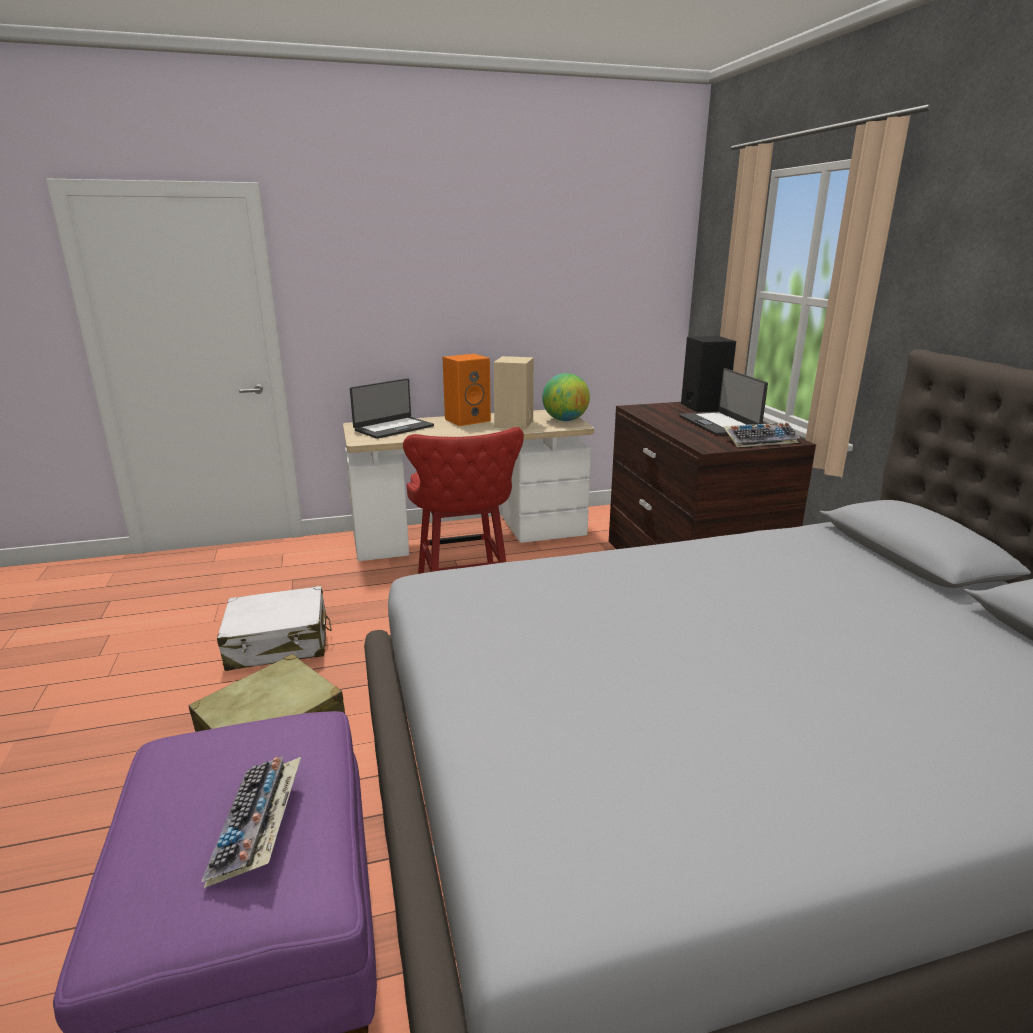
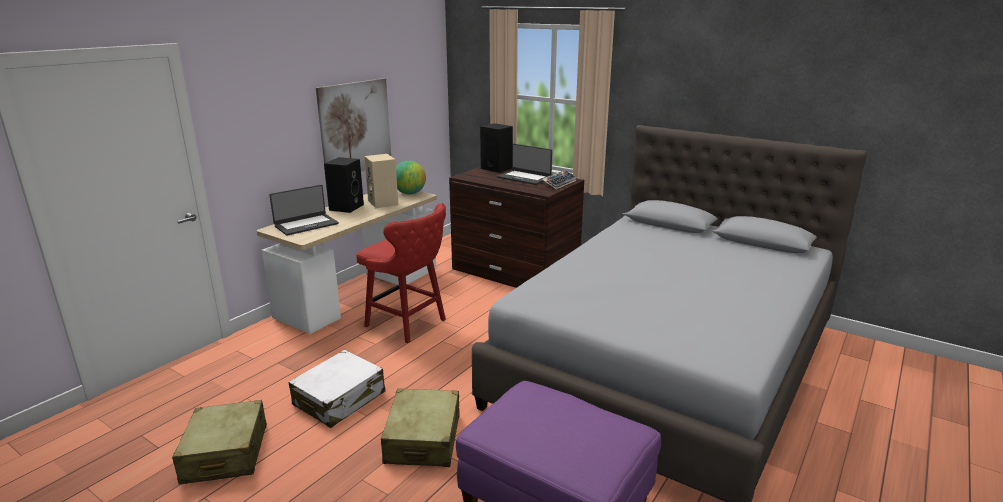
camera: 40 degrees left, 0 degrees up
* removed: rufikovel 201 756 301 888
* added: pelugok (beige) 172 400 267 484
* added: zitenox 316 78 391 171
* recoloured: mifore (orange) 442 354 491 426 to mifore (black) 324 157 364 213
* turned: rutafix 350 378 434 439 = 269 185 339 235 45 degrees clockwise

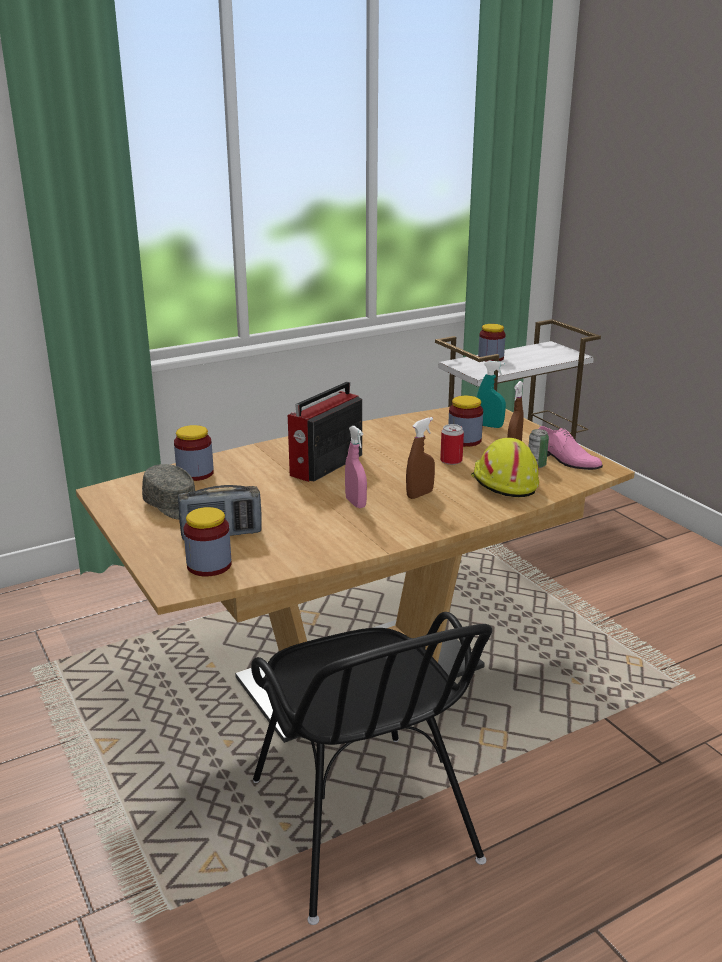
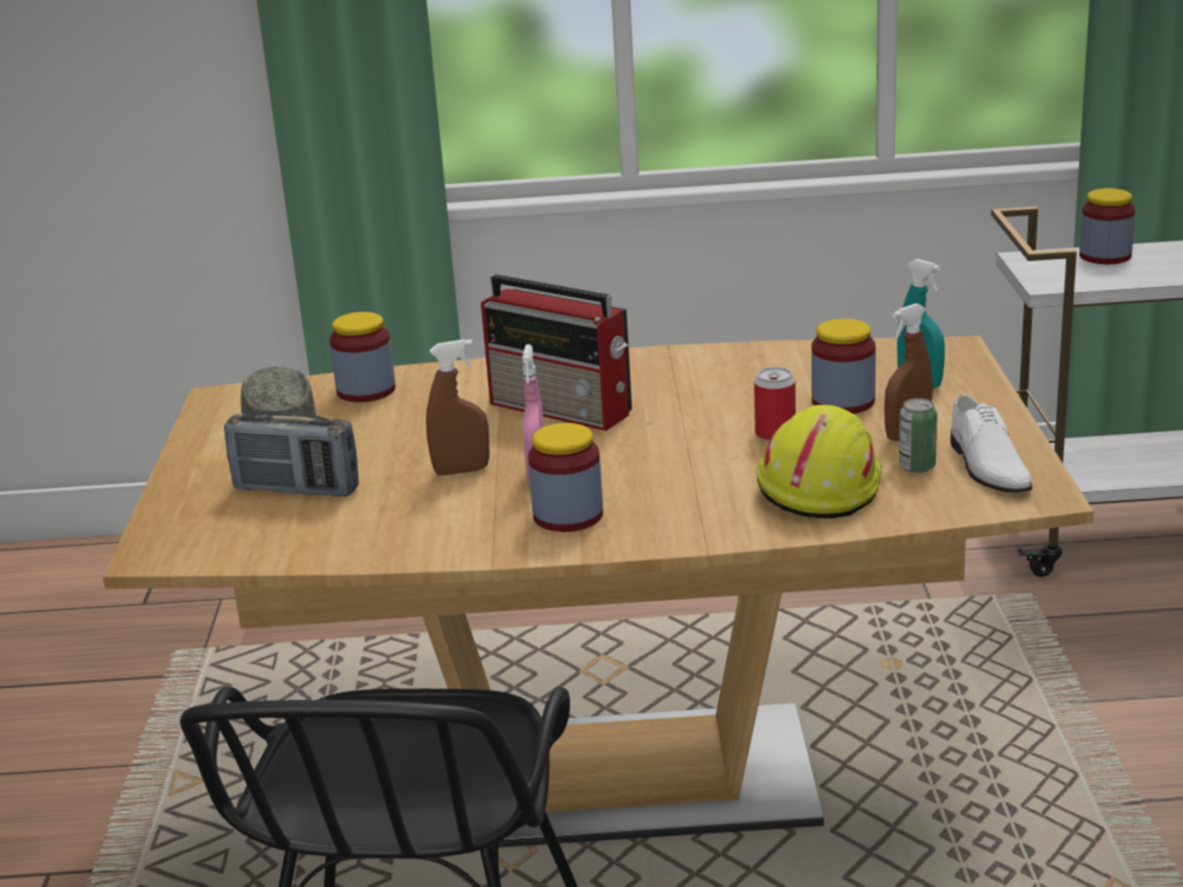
camera: 30 degrees right, 0 degrees up
* moved: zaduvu 184 507 232 577 to 528 423 603 532
* moved: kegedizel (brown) 406 417 435 499 to 426 339 489 475
* recoloured: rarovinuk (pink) 538 426 603 470 to rarovinuk (white) 950 395 1032 493
* turned: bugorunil 288 382 362 482 = 481 275 632 431 120 degrees counterclockwise

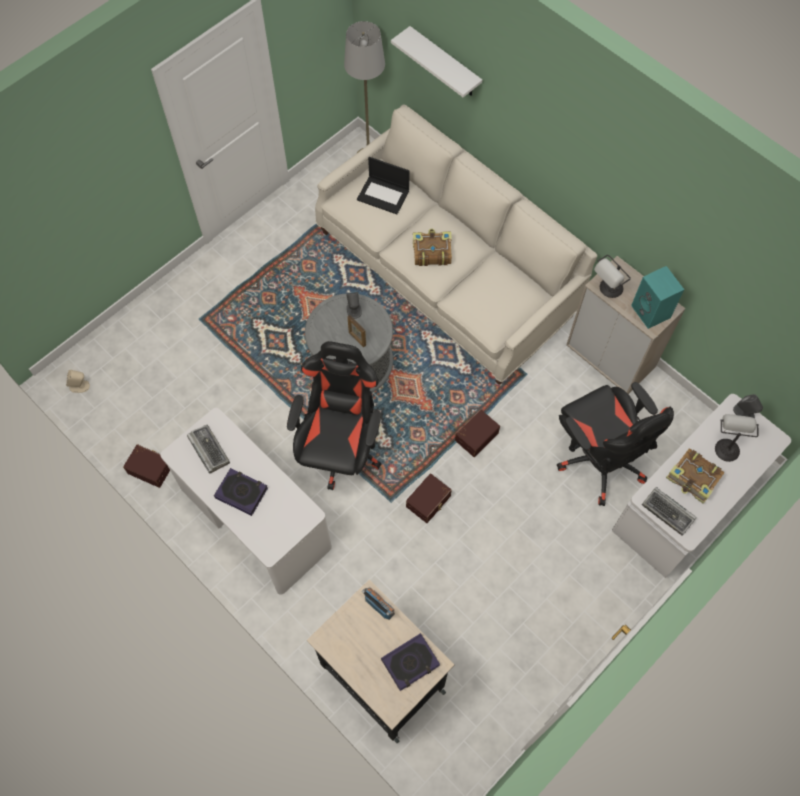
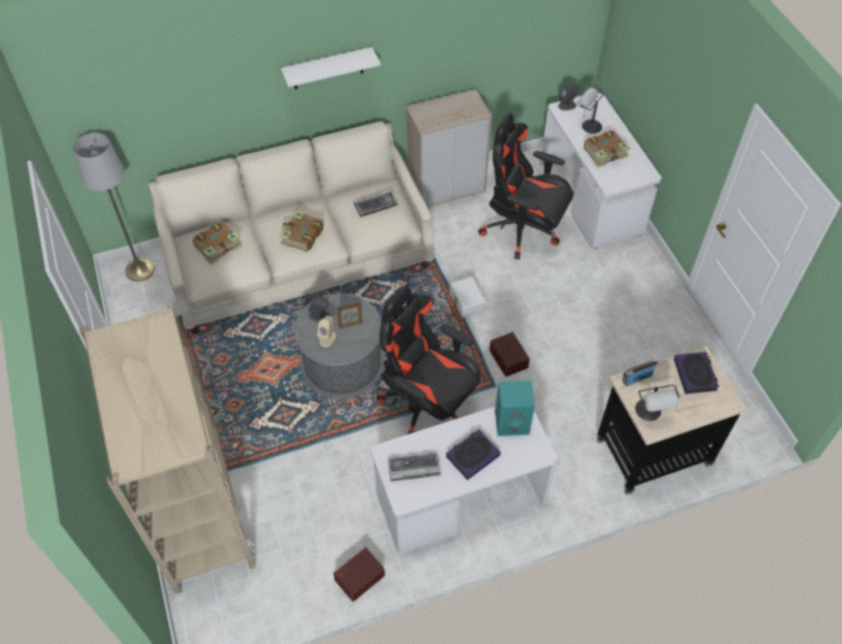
camera: 65 degrees left, 10 degrees down
* added: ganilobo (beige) 79 301 256 594
* moved: mifore (beige) 66 370 90 393 to 317 316 336 347
* moved: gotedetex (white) 391 26 482 97 to 281 47 380 89
* moved: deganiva 594 255 631 298 to 635 385 680 421
* moved: mifore (turquoise) 631 266 684 329 to 495 380 535 436
* moved: rufikovel 642 487 697 536 to 353 190 398 217
* replaced: rutafix 357 157 410 214 to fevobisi 192 222 242 264
* recoloured: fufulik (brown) 455 409 500 457 to fufulik (white) 450 277 486 318
* turned: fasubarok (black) 557 382 674 506 = 478 112 574 260 150 degrees counterclockwise

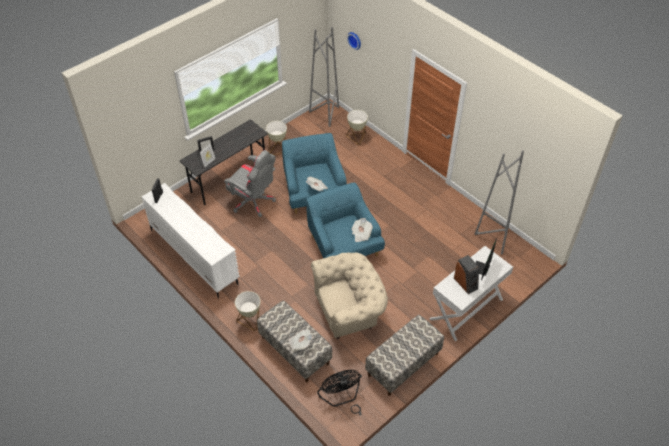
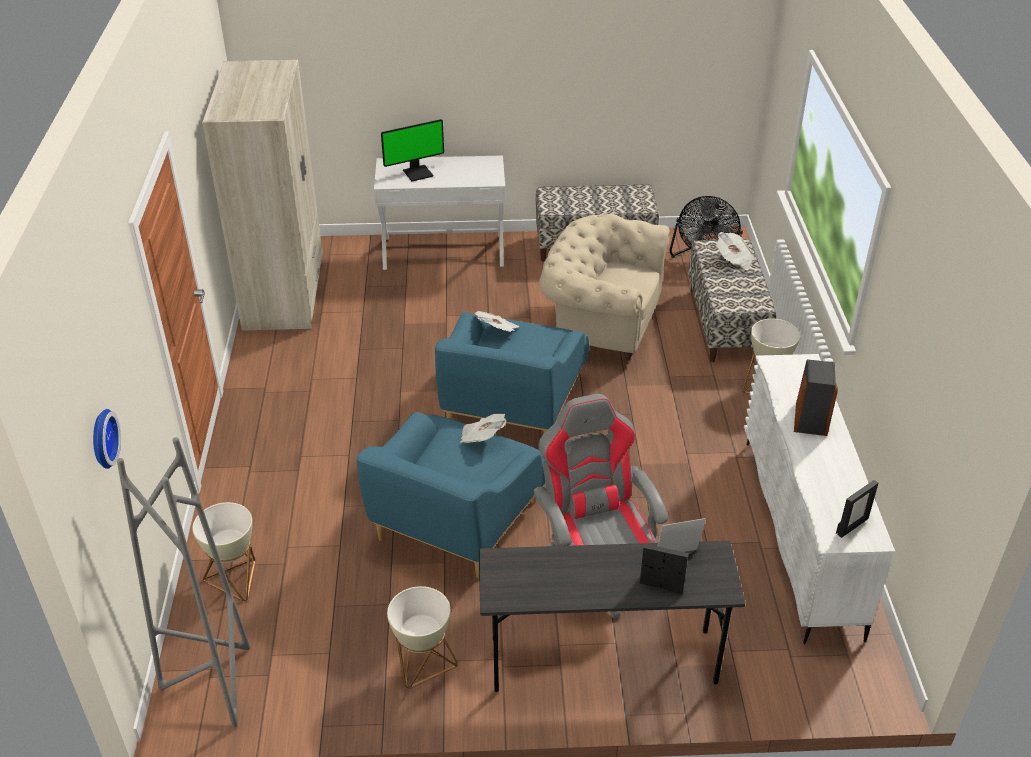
camera: 140 degrees left, 10 degrees down
* moved: mifore 454 255 479 294 to 794 359 838 436
* replaced: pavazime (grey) 475 150 524 255 to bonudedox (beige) 202 60 323 331

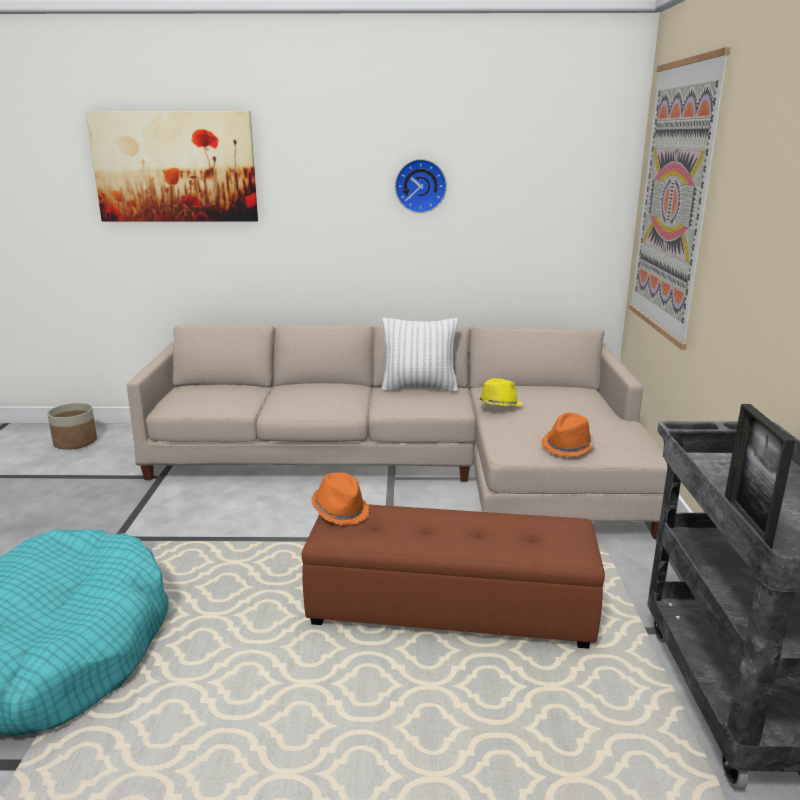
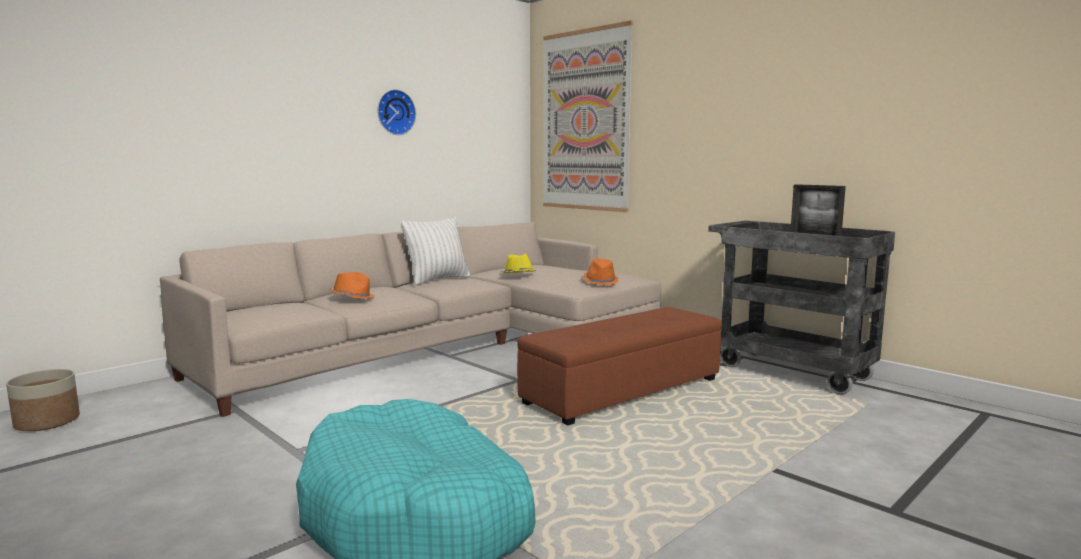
camera: 45 degrees left, 10 degrees down
* removed: zitenox 86 111 258 222
* moved: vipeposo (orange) 311 472 369 525 to 329 272 375 299

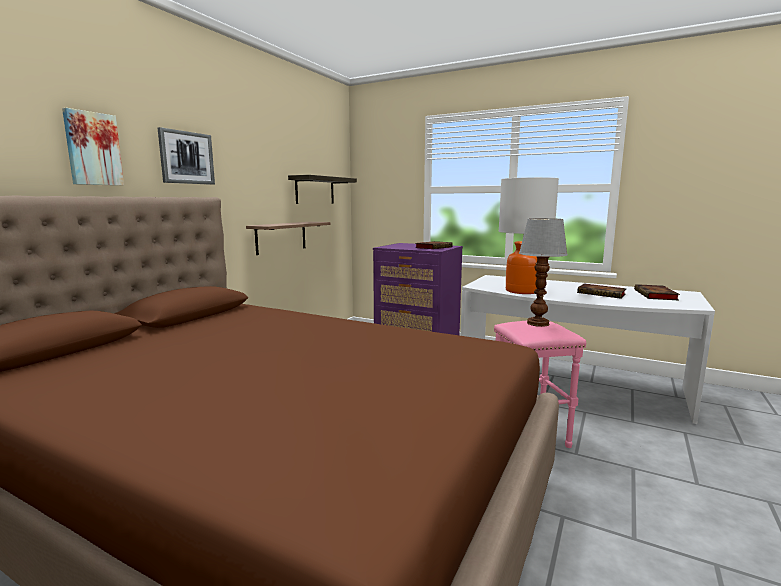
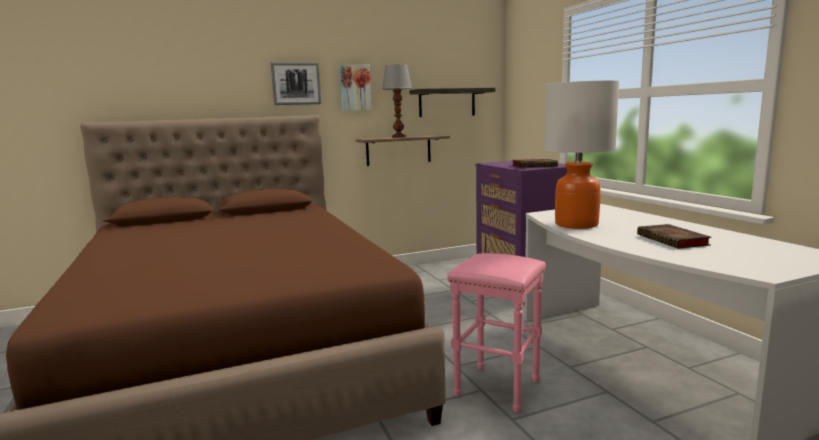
camera: 40 degrees right, 0 degrees up
* removed: fevobisi 634 284 680 300
* moved: zitenox 62 108 124 186 to 340 64 372 111
* moved: deganiva 519 218 568 327 to 382 64 412 138

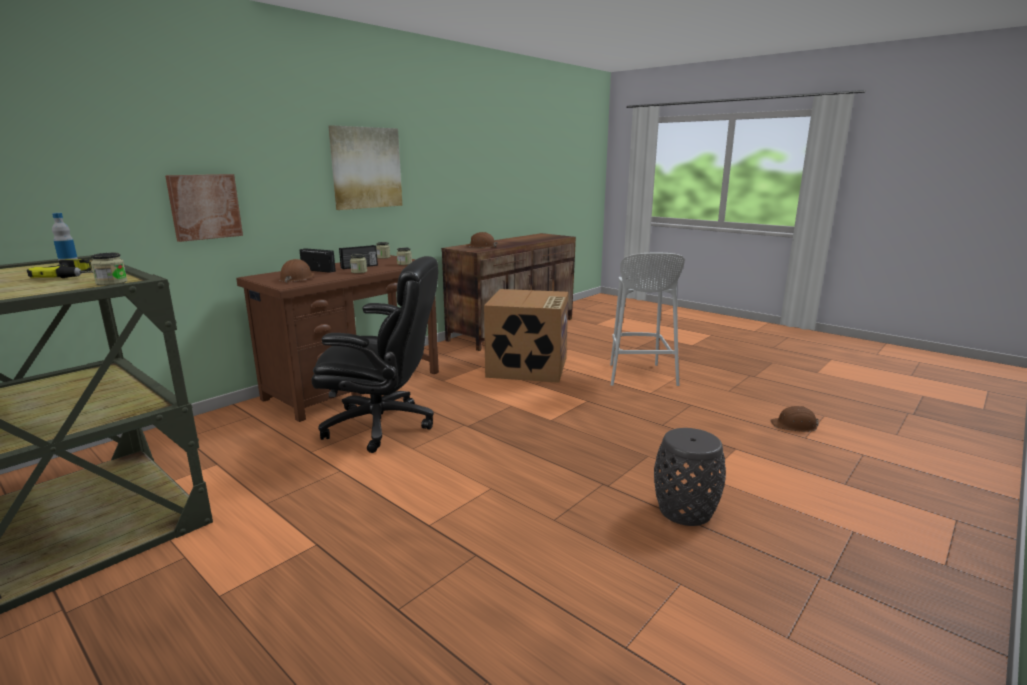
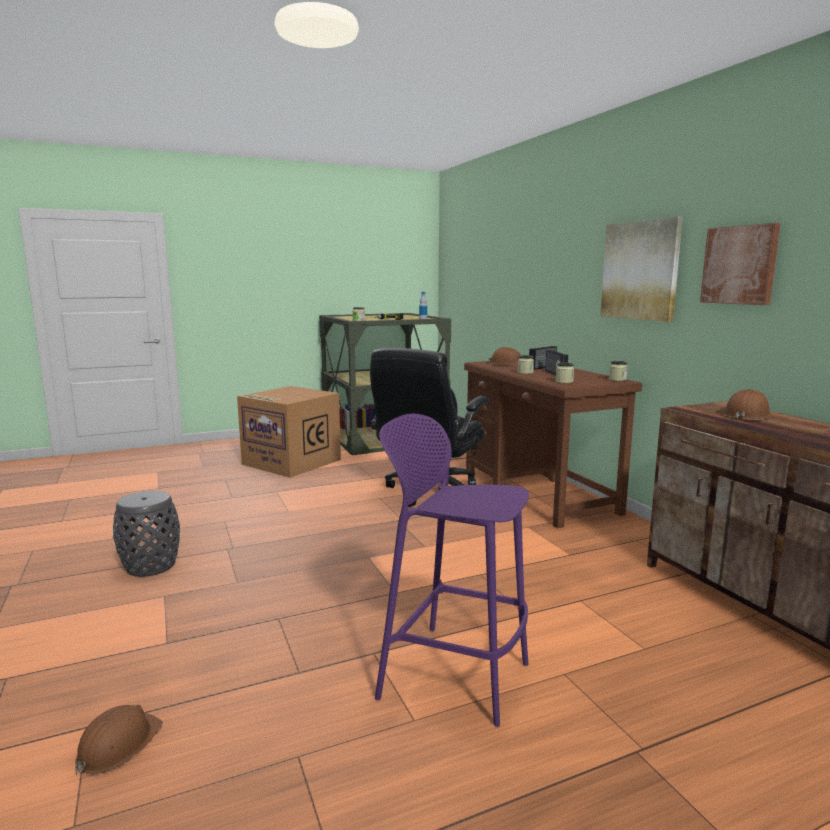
camera: 115 degrees right, 5 degrees down
* moved: zitenox 165 174 243 242 to 700 223 780 305
* moved: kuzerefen 484 289 568 383 to 237 386 341 478
* recoloured: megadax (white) 610 253 685 386 to megadax (purple) 375 414 529 727

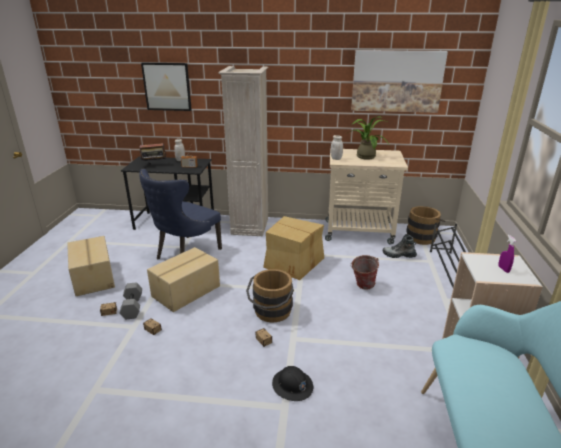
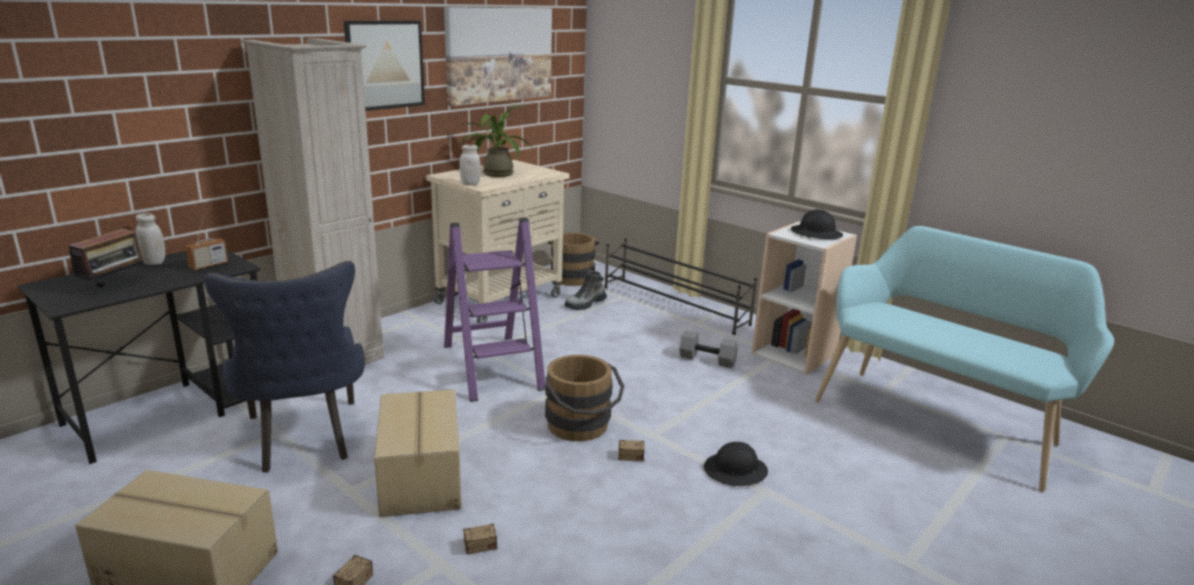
camera: 55 degrees left, 5 degrees down
* removed: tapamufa 350 255 379 290
* moved: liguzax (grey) 120 282 142 320 to 679 330 738 368
* moved: zitenox 141 63 192 111 to 344 20 425 111
* replaced: kuzerefen 263 216 324 280 to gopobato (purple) 444 217 546 402
* replaced: kegedizel (purple) 498 235 516 273 to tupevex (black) 791 209 843 239

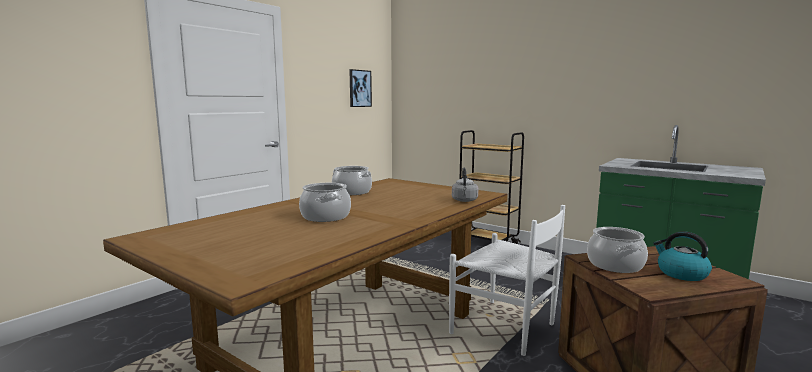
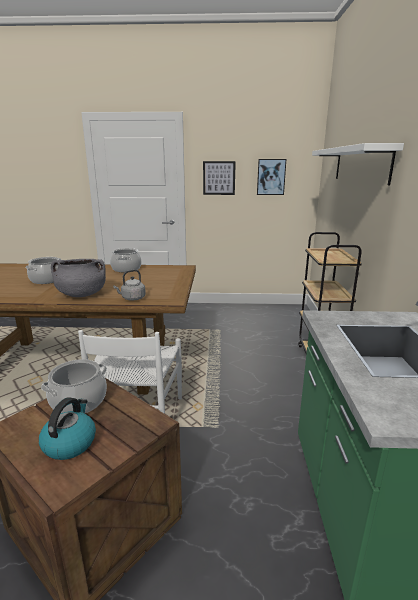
camera: 55 degrees right, 10 degrees up
* added: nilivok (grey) 51 259 106 297
* added: zitenox 203 161 236 195
* added: gotedetex (white) 312 143 404 185

